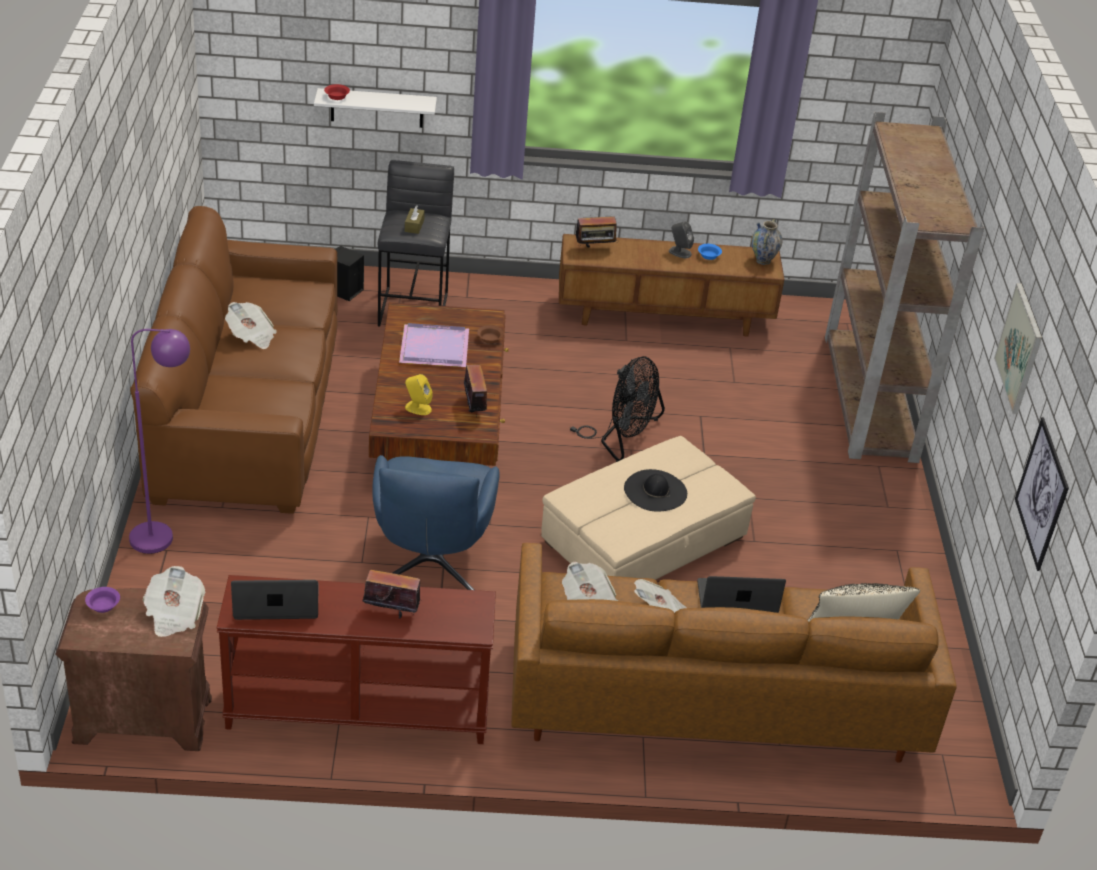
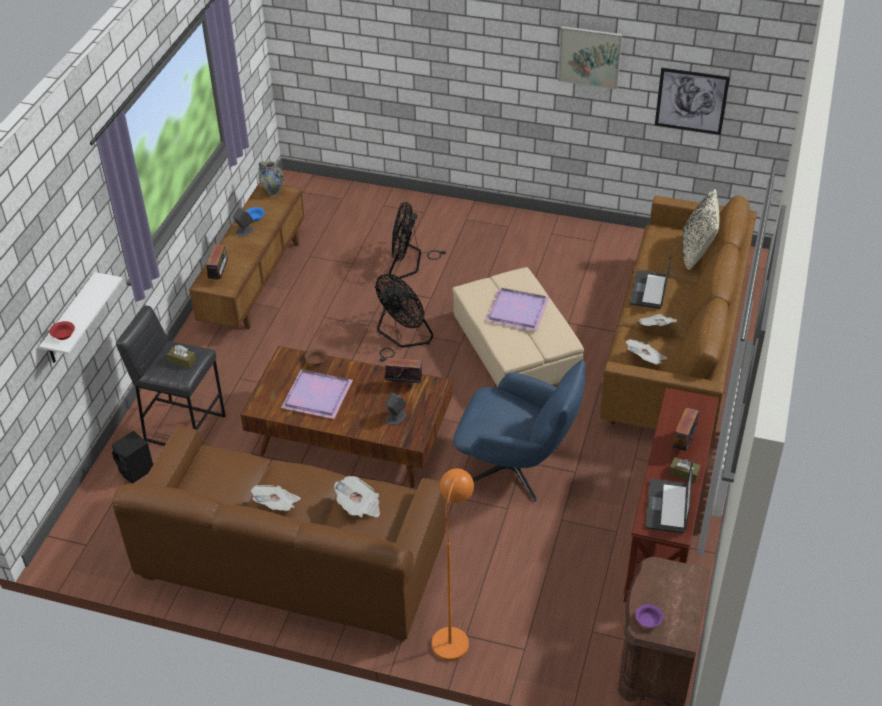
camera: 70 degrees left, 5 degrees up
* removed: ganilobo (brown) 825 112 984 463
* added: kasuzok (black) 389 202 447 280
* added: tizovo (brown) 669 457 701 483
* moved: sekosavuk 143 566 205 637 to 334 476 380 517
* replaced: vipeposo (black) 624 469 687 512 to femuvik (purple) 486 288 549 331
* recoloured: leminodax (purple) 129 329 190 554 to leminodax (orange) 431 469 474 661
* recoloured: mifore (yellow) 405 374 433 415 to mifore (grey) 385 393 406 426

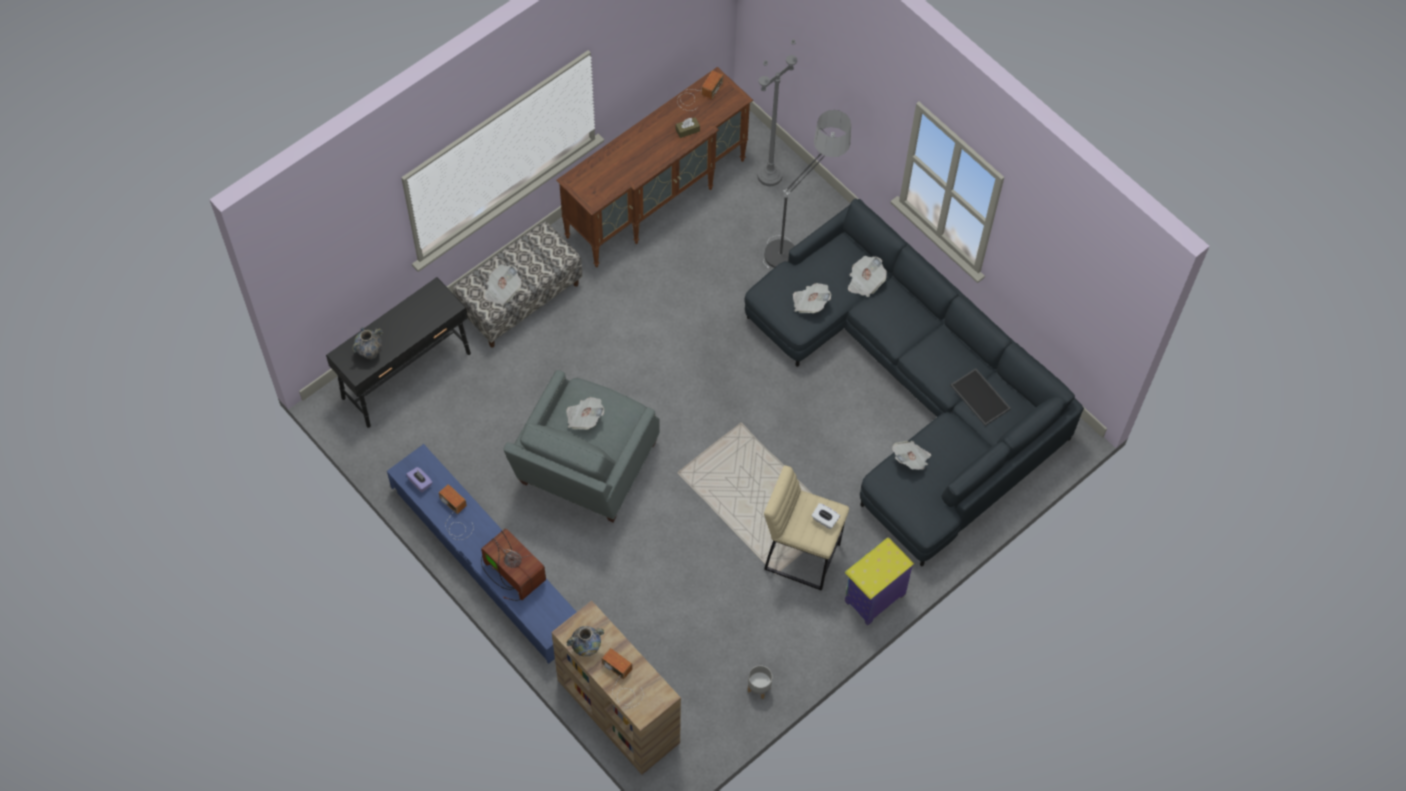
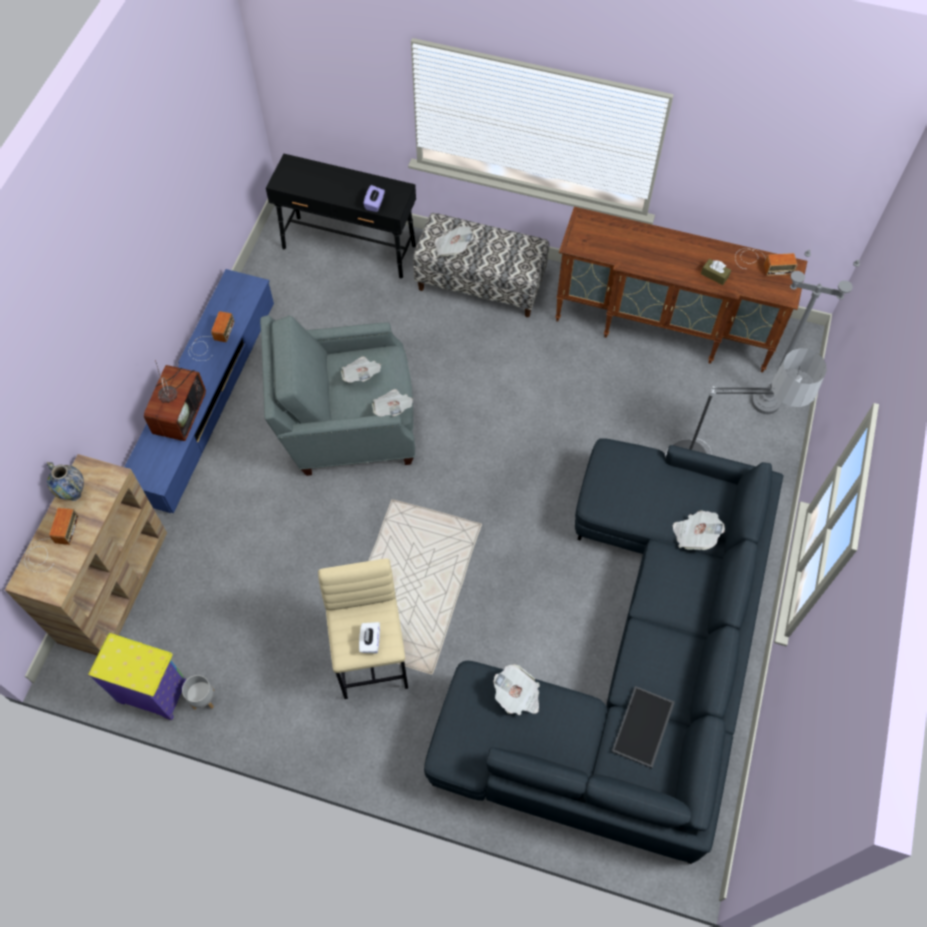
camera: 60 degrees right, 0 degrees up
* removed: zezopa 352 327 383 359
* moved: tizovo (purple) 406 467 433 493 to 363 185 385 212
* moved: sekosavuk 793 283 831 313 to 372 389 413 416
* moved: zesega 845 537 914 625 to 88 633 186 720

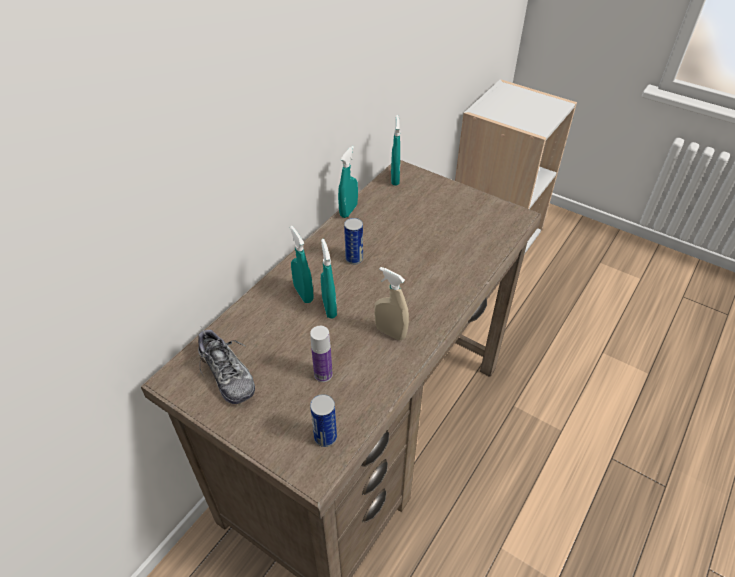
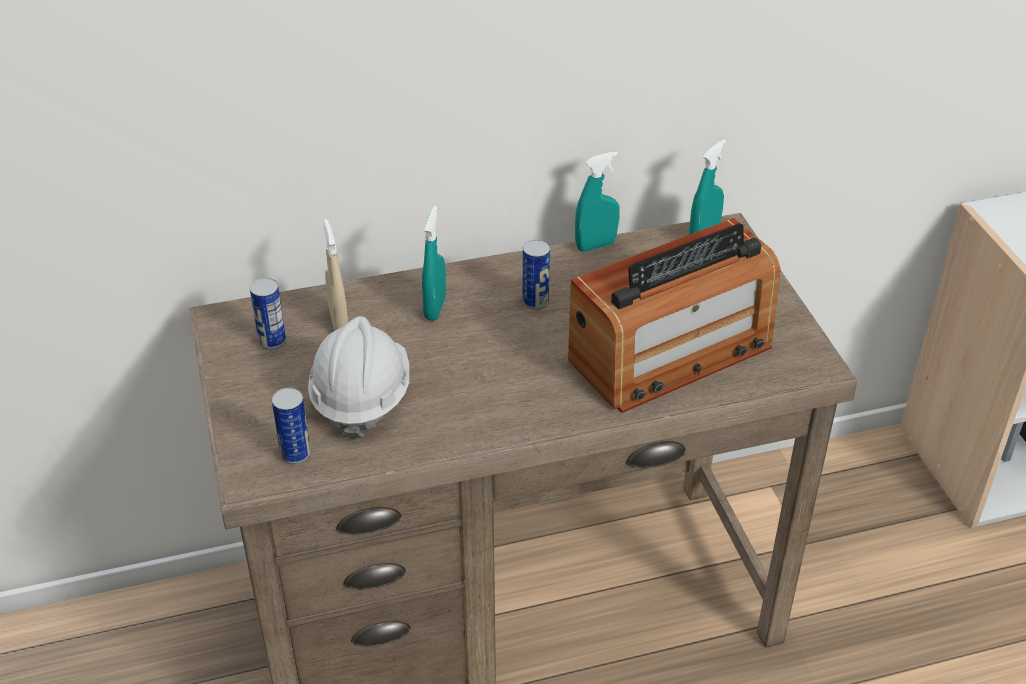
camera: 40 degrees right, 5 degrees down
* removed: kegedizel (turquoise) 321 239 337 318
* added: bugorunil 568 218 781 413
* moved: kegedizel (beige) 374 267 409 341 to 323 219 348 330
* replaced: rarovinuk 198 328 255 404 to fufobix 250 278 286 350
* replaced: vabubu 310 326 333 382 to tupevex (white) 308 316 409 440

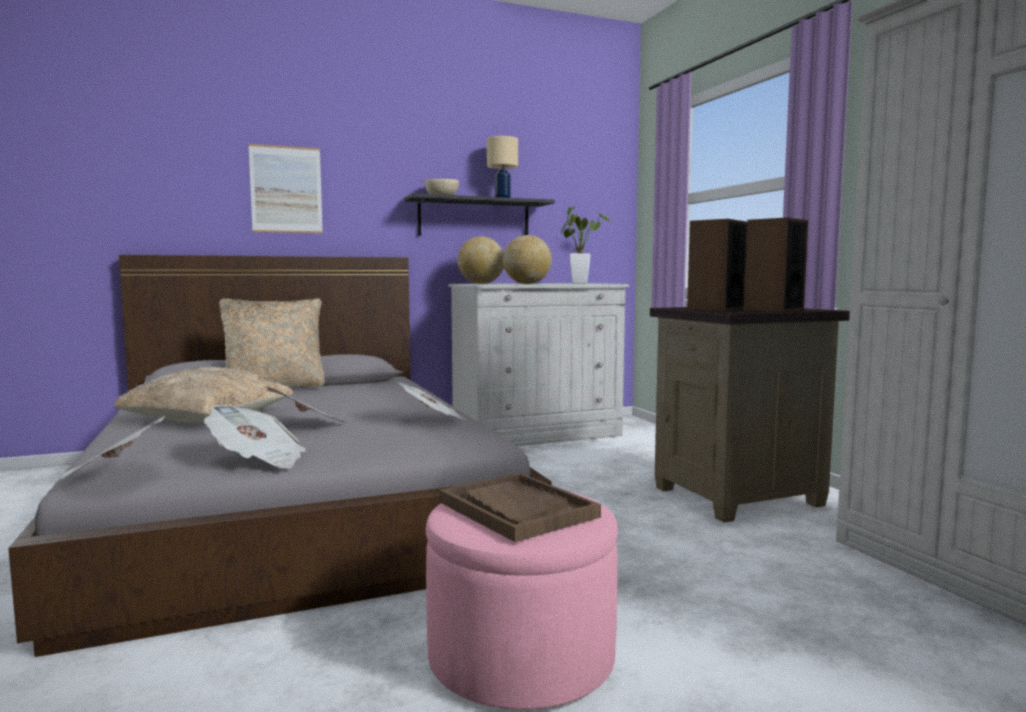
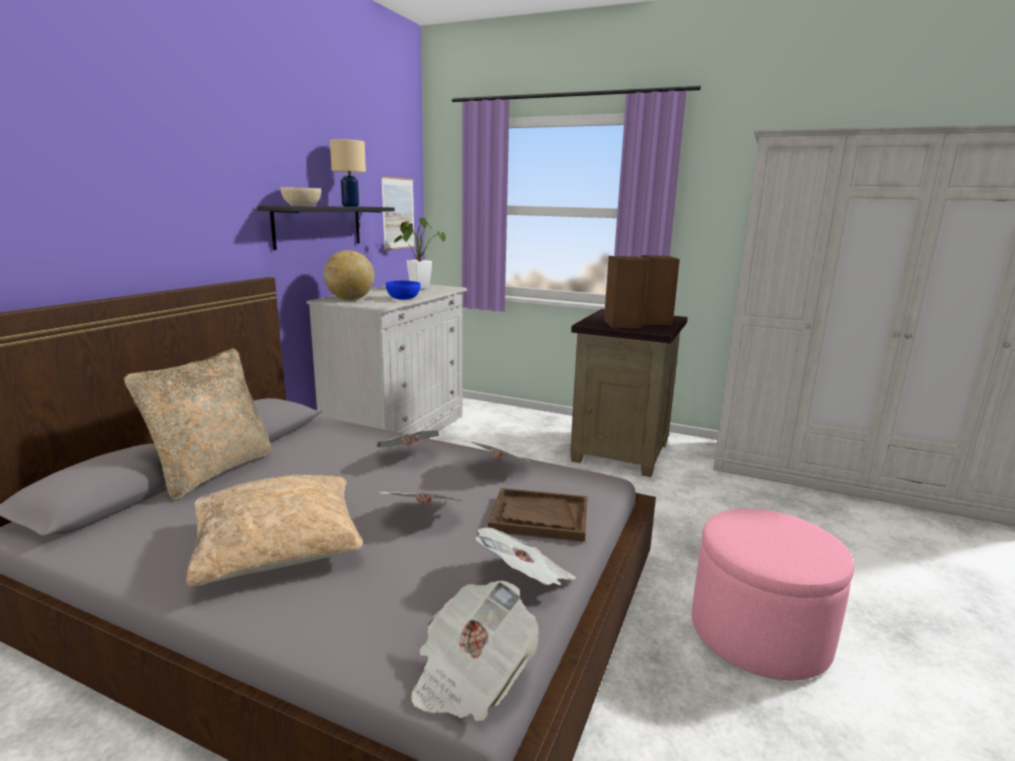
camera: 45 degrees left, 10 degrees up
* added: sekosavuk 376 430 439 448
* moved: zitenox 249 144 323 233 to 381 176 415 250
* moved: femuvik (brown) 439 473 601 542 to 488 488 588 542
* replaced: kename 503 235 552 284 to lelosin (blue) 386 281 420 300

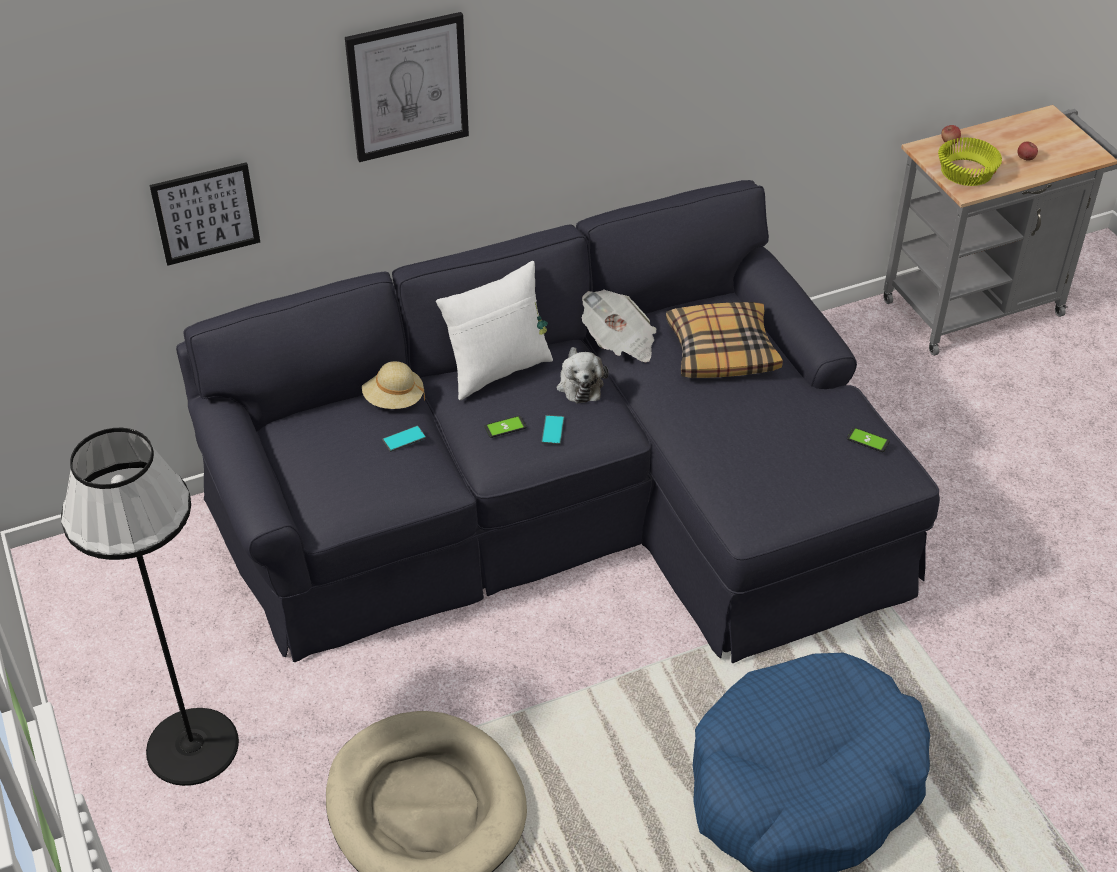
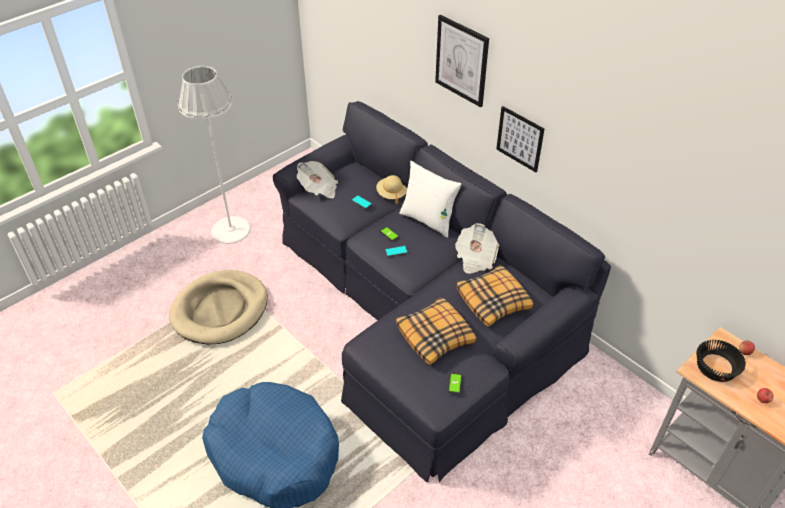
camera: 70 degrees right, 0 degrees up
* removed: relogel 557 347 608 404
* added: sekosavuk 296 161 338 199
* added: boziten 396 297 477 365
* moved: zitenox 149 162 260 266 to 496 106 544 172
* recoloured: leminodax (black) 61 428 239 786 to leminodax (white) 178 66 251 244
* recoloured: lelosin (yellow) 938 137 1002 186 to lelosin (black) 696 340 746 382

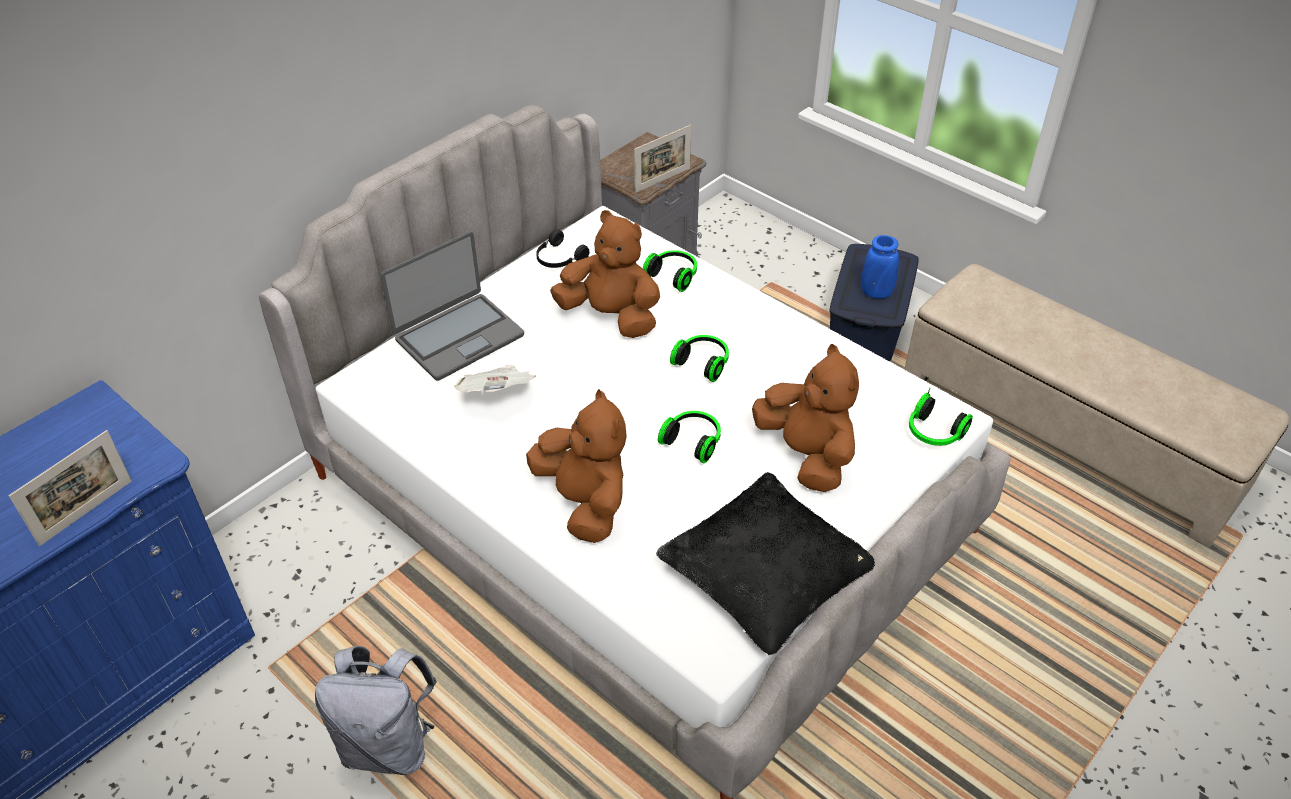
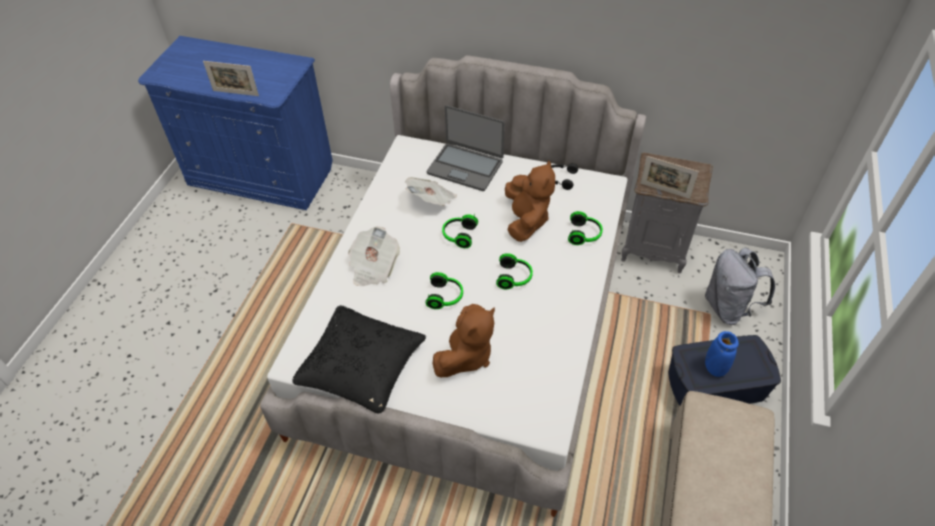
camera: 65 degrees right, 5 degrees up
* moved: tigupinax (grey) 315 646 437 775 to 705 248 775 325
* moved: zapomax 909 388 973 446 to 442 214 478 248
* replaced: relogel (brown) 526 389 627 543 to sekosavuk 348 226 400 286

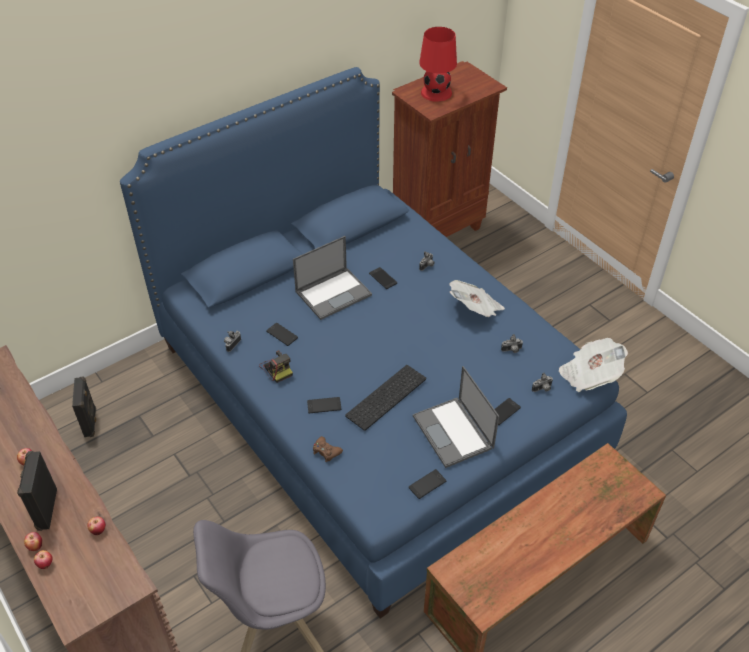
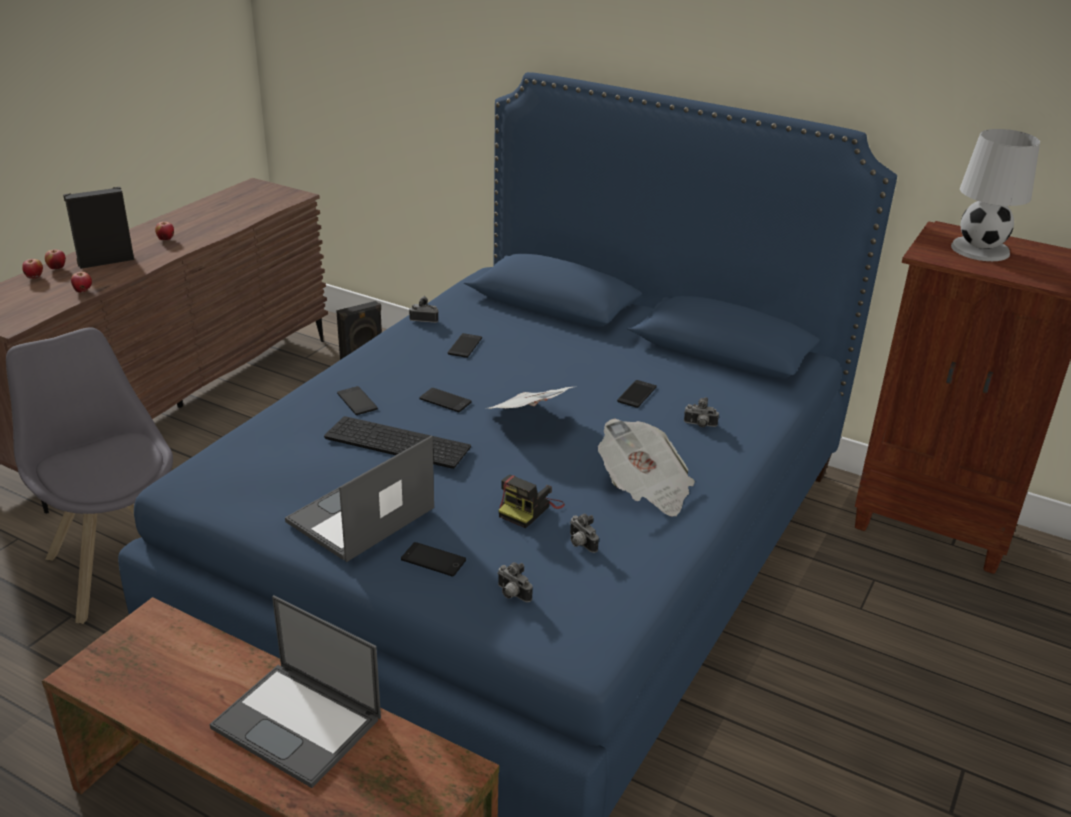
camera: 65 degrees right, 15 degrees down
* removed: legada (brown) 313 436 343 462
* moved: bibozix 259 350 293 383 to 498 475 565 528
* moved: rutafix 293 236 372 320 to 210 595 381 788
* moved: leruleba 409 469 446 499 to 419 388 471 412
* moved: sekosavuk 559 338 628 392 to 485 386 577 409
* recoloured: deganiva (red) 419 27 457 102 to deganiva (white) 951 129 1040 261

